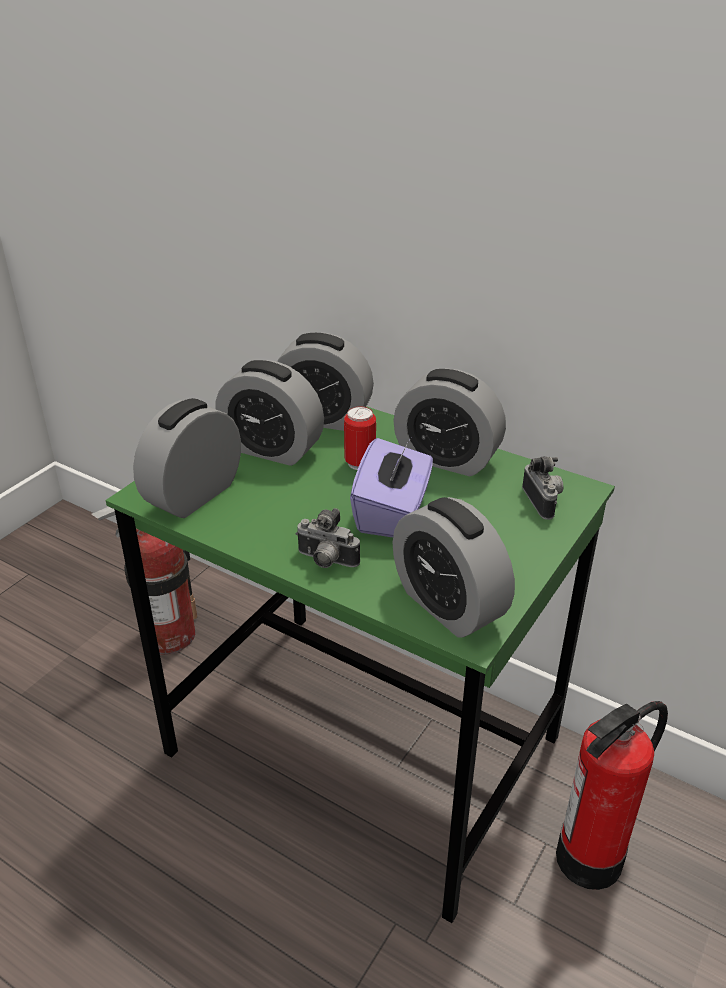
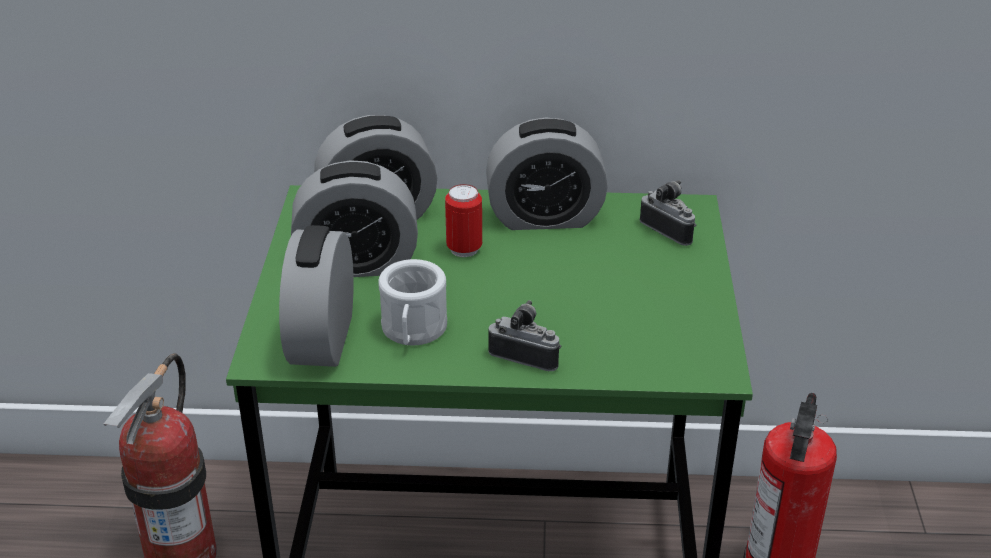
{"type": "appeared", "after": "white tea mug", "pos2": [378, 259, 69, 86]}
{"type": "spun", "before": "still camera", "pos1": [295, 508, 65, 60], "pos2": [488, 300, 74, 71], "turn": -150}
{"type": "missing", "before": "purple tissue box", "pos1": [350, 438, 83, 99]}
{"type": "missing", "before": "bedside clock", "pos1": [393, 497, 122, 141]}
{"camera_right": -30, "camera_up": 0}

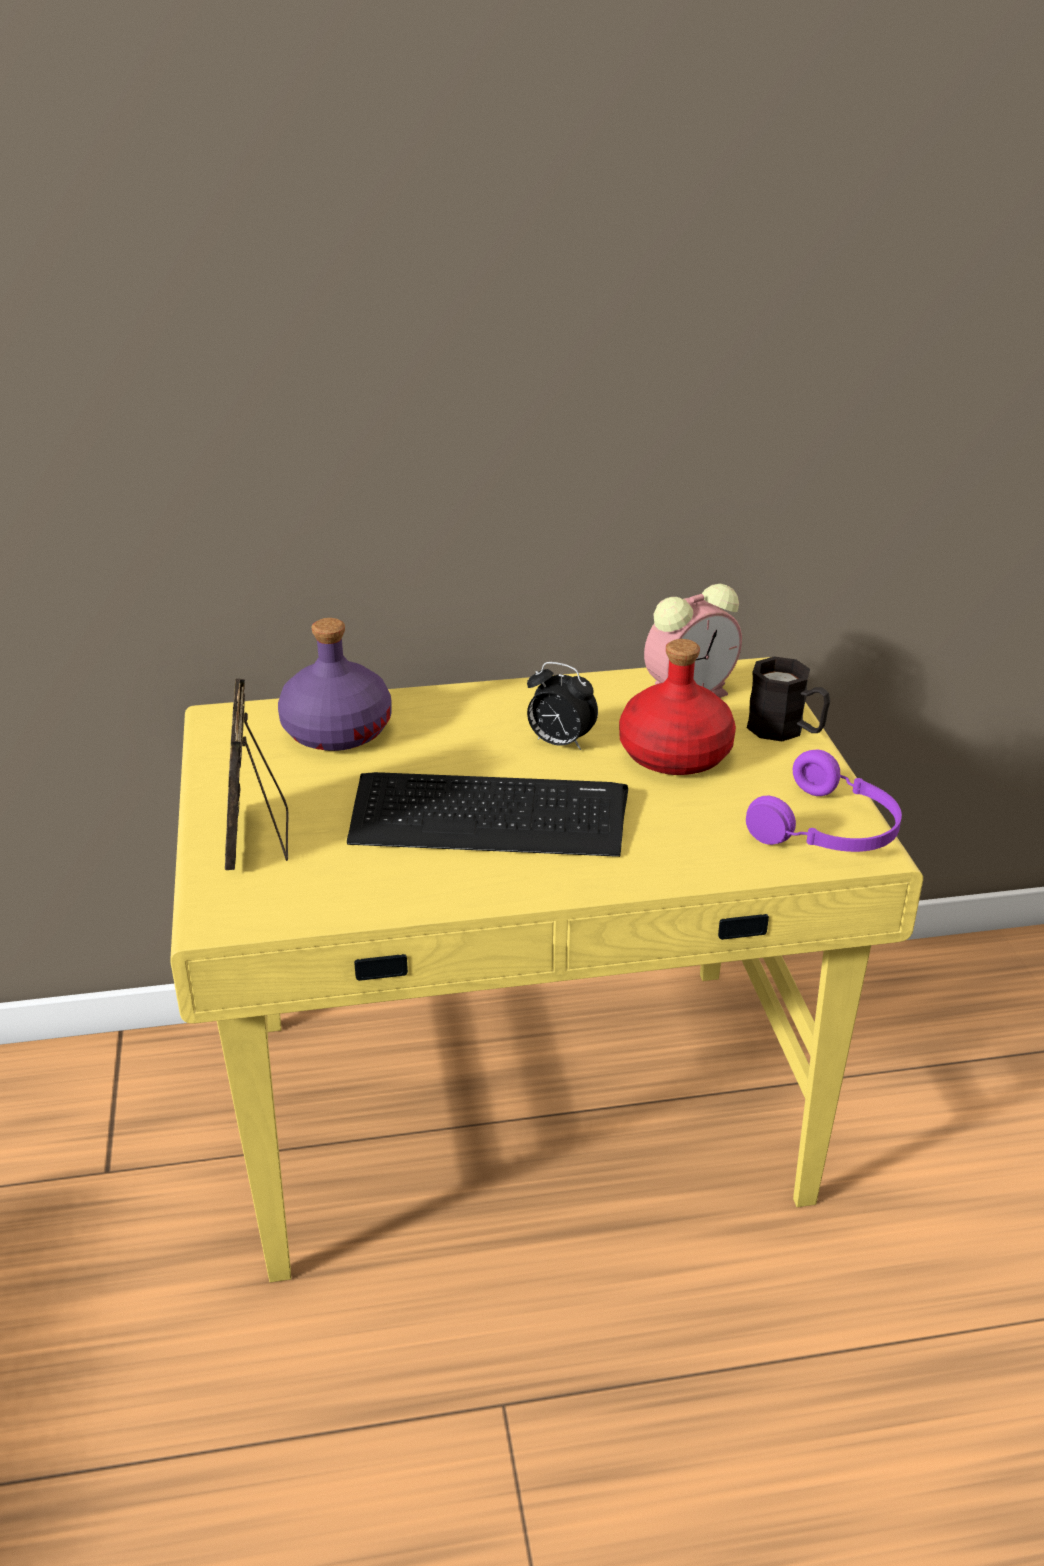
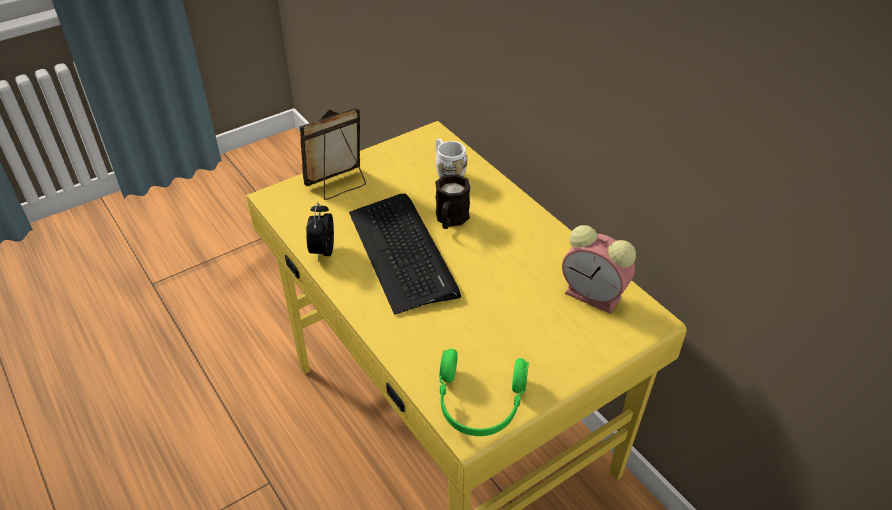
{"type": "relocated", "before": "bedside clock", "pos1": [527, 662, 71, 88], "pos2": [306, 202, 28, 60]}
{"type": "exchanged", "before": "purple drink bottle", "after": "white tea mug", "pos1": [278, 618, 114, 133], "pos2": [435, 139, 32, 39]}
{"type": "relocated", "before": "black-coloured tea mug", "pos1": [747, 657, 83, 84], "pos2": [435, 174, 35, 55]}
{"type": "colour", "before": "purple headphones", "after": "green headphones", "pos1": [746, 750, 156, 102], "pos2": [439, 349, 90, 87]}
{"type": "missing", "before": "red drink bottle", "pos1": [619, 639, 117, 136]}
{"camera_right": 65, "camera_up": 10}

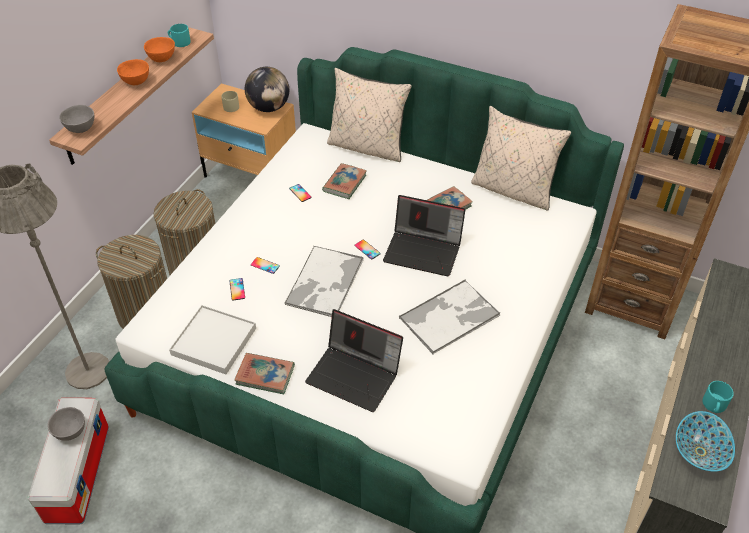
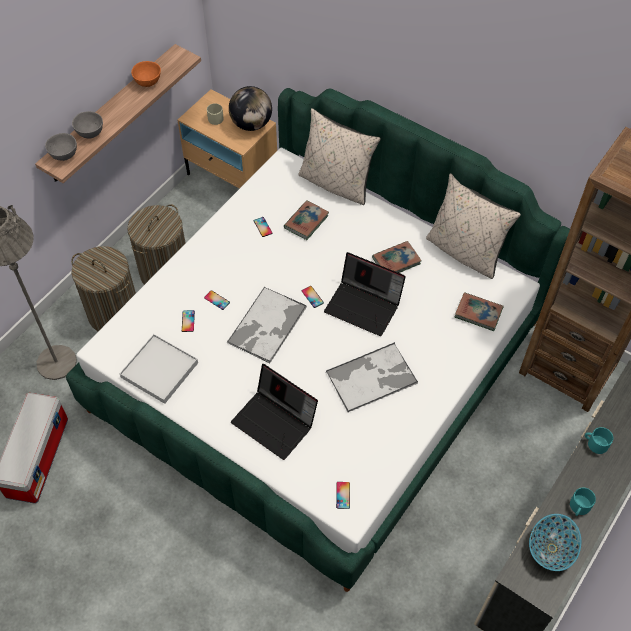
{"type": "relocated", "before": "grey deep dish", "pos1": [48, 407, 37, 34], "pos2": [72, 111, 31, 28]}
{"type": "appeared", "after": "handset", "pos2": [336, 482, 14, 27]}
{"type": "relocated", "before": "bound book", "pos1": [234, 353, 61, 41], "pos2": [455, 292, 49, 39]}
{"type": "relocated", "before": "blue-green tea mug", "pos1": [168, 24, 23, 23], "pos2": [585, 427, 28, 27]}
{"type": "missing", "before": "orange-coloured deep dish", "pos1": [117, 59, 32, 26]}
{"camera_right": 10, "camera_up": 10}

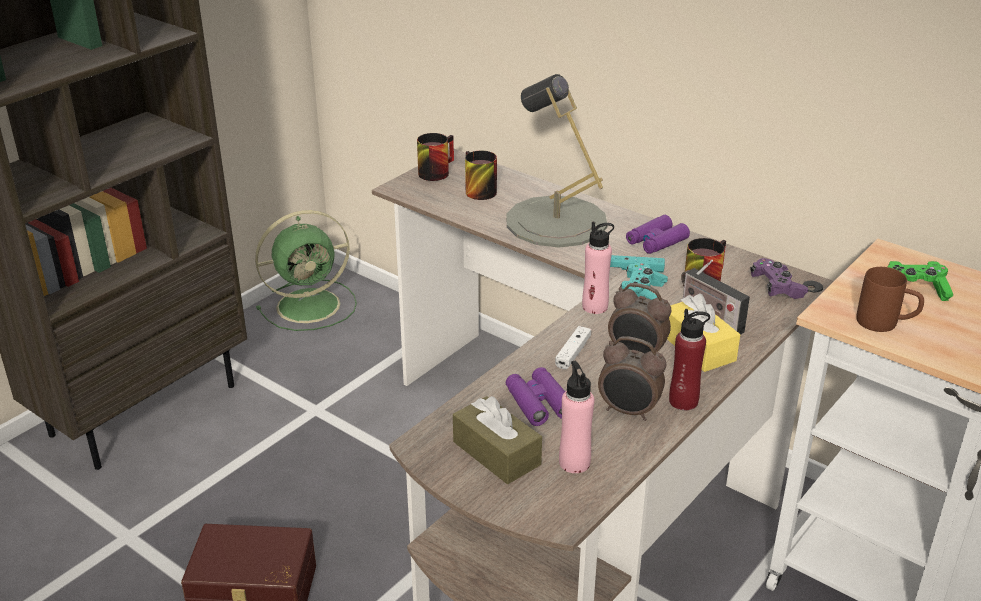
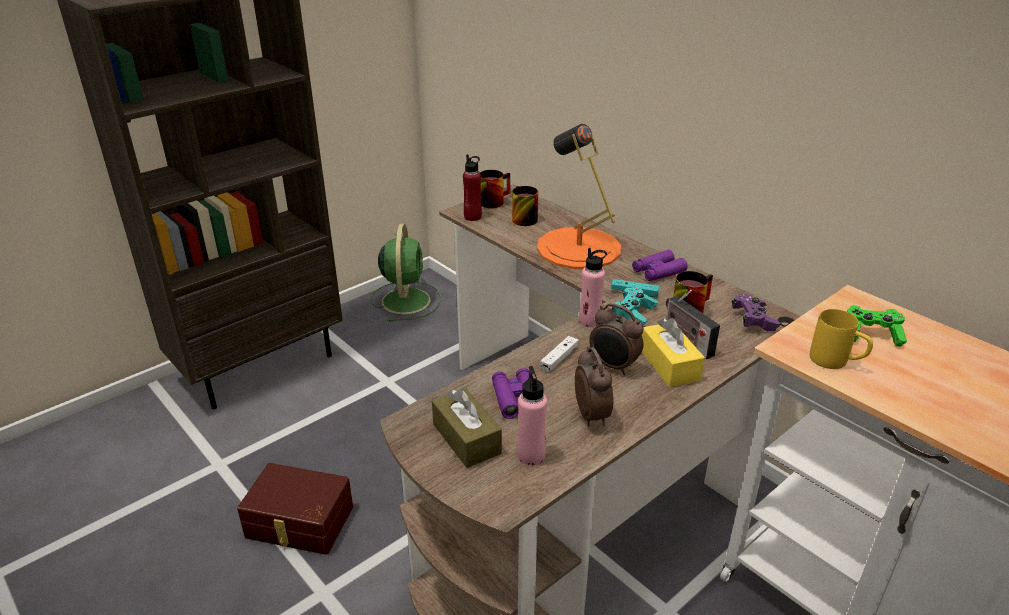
{"type": "spun", "before": "green electric fan", "pos1": [255, 210, 102, 121], "pos2": [371, 224, 70, 98], "turn": -75}
{"type": "relocated", "before": "red drink bottle", "pos1": [669, 309, 41, 101], "pos2": [463, 154, 19, 67]}
{"type": "colour", "before": "grey tabletop lamp", "after": "orange-coloured tabletop lamp", "pos1": [506, 74, 101, 174], "pos2": [537, 124, 84, 145]}
{"type": "spun", "before": "bedside clock", "pos1": [598, 336, 68, 85], "pos2": [575, 347, 38, 79], "turn": -135}
{"type": "colour", "before": "brown-coloured tea mug", "after": "yellowish tea mug", "pos1": [856, 267, 68, 65], "pos2": [809, 309, 64, 60]}
{"camera_right": 10, "camera_up": 0}

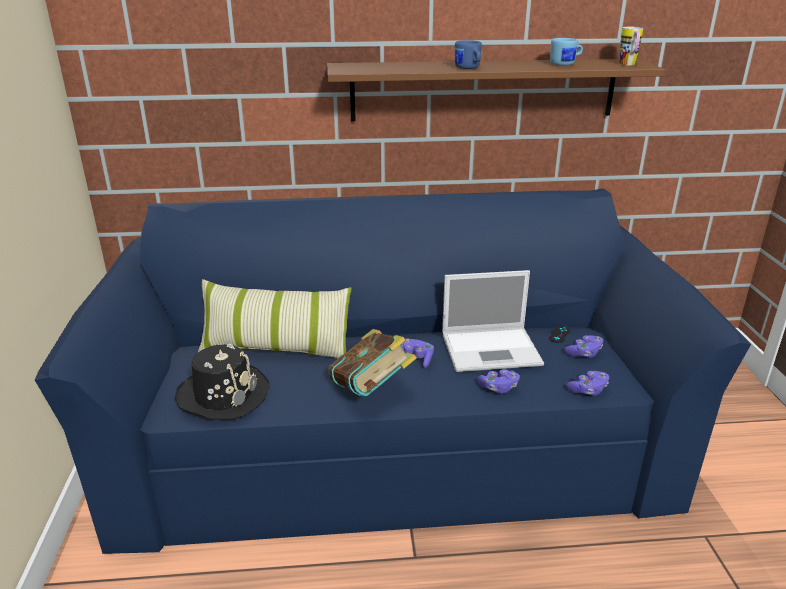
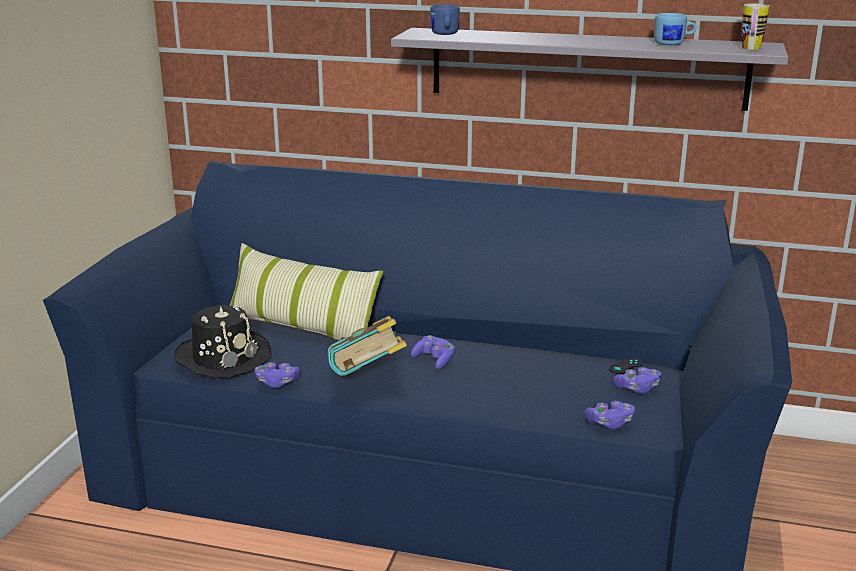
{"type": "relocated", "before": "purple joypad", "pos1": [478, 369, 42, 25], "pos2": [255, 362, 46, 26]}
{"type": "colour", "before": "brown-coloured shelf", "after": "grey shelf", "pos1": [327, 59, 338, 62], "pos2": [391, 28, 397, 83]}
{"type": "relocated", "before": "blue tea mug", "pos1": [455, 40, 27, 29], "pos2": [430, 4, 30, 31]}
{"type": "missing", "before": "portable computer", "pos1": [442, 270, 102, 102]}
{"camera_right": 20, "camera_up": -5}

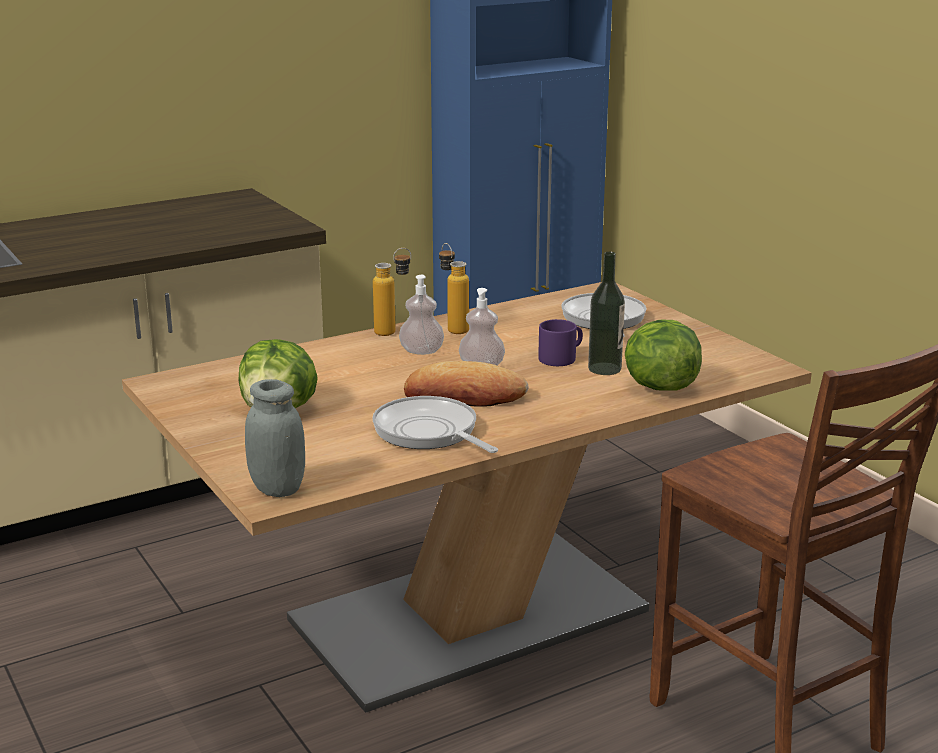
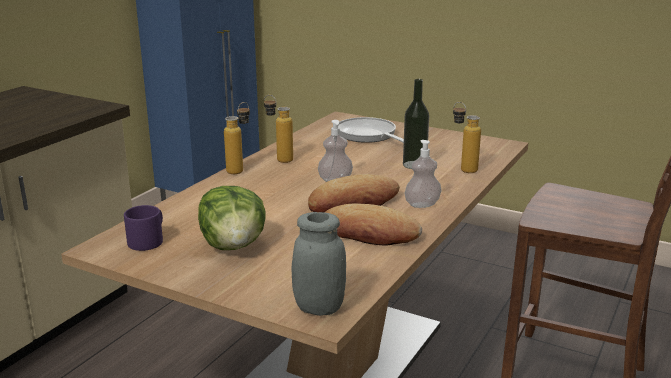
{"type": "relocated", "before": "purple tea mug", "pos1": [538, 319, 45, 47], "pos2": [124, 205, 39, 46]}
{"type": "exchanged", "before": "skillet", "after": "bakery bread", "pos1": [372, 396, 126, 57], "pos2": [325, 203, 97, 42]}
{"type": "relocated", "before": "liquid soap bottle", "pos1": [399, 275, 45, 80], "pos2": [404, 140, 37, 68]}
{"type": "exchanged", "before": "head of lettuce", "after": "drink bottle", "pos1": [625, 320, 77, 71], "pos2": [453, 102, 28, 71]}
{"camera_right": -30, "camera_up": 0}

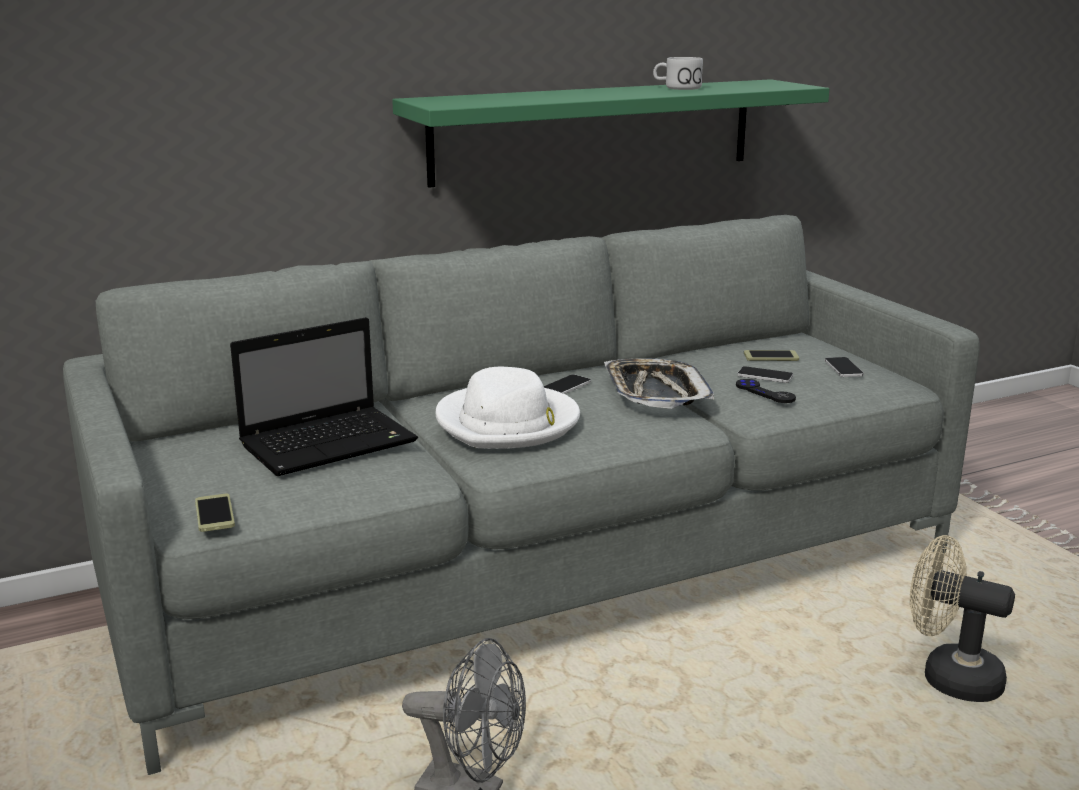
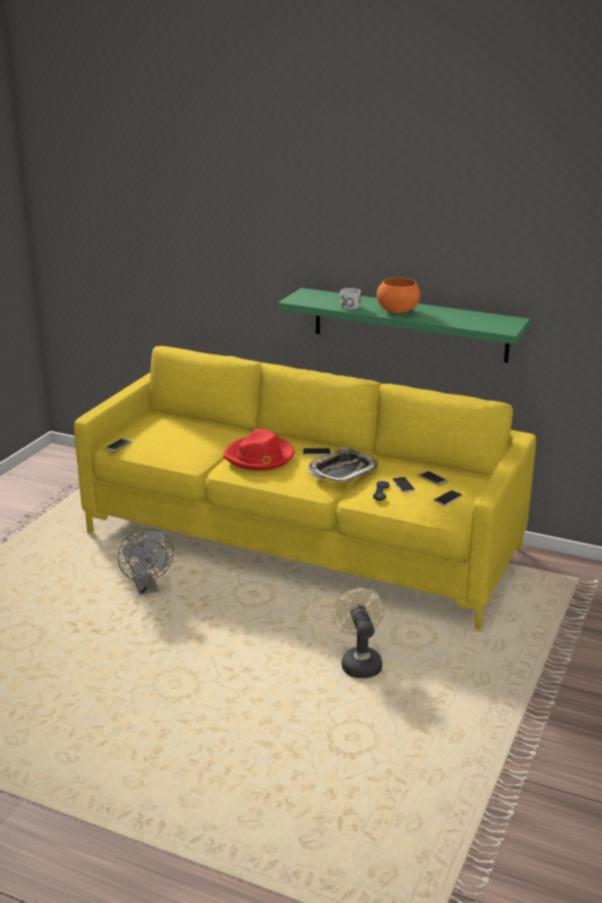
{"type": "colour", "before": "grey settee", "after": "yellowish settee", "pos1": [63, 215, 916, 560], "pos2": [74, 346, 462, 284]}
{"type": "colour", "before": "white clothing hat", "after": "red clothing hat", "pos1": [436, 367, 144, 82], "pos2": [223, 429, 72, 41]}
{"type": "relocated", "before": "white tea mug", "pos1": [653, 57, 50, 33], "pos2": [340, 288, 21, 21]}
{"type": "appeared", "after": "orange-coloured deep dish", "pos2": [377, 277, 43, 36]}
{"type": "missing", "before": "portable computer", "pos1": [230, 317, 188, 159]}
{"camera_right": 50, "camera_up": 5}

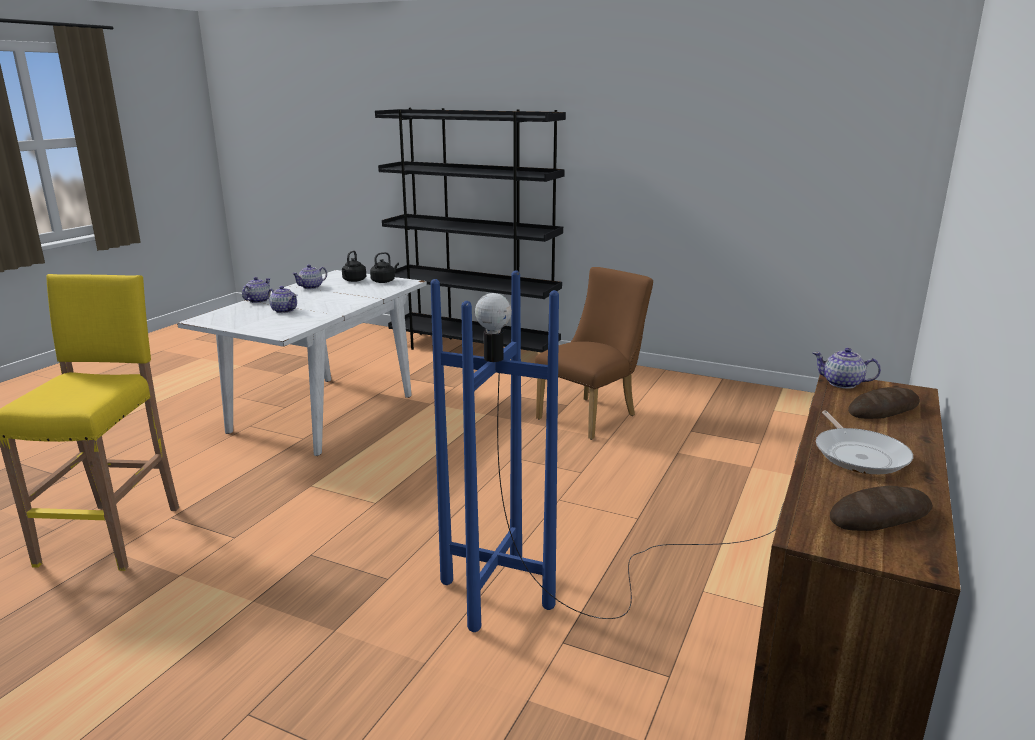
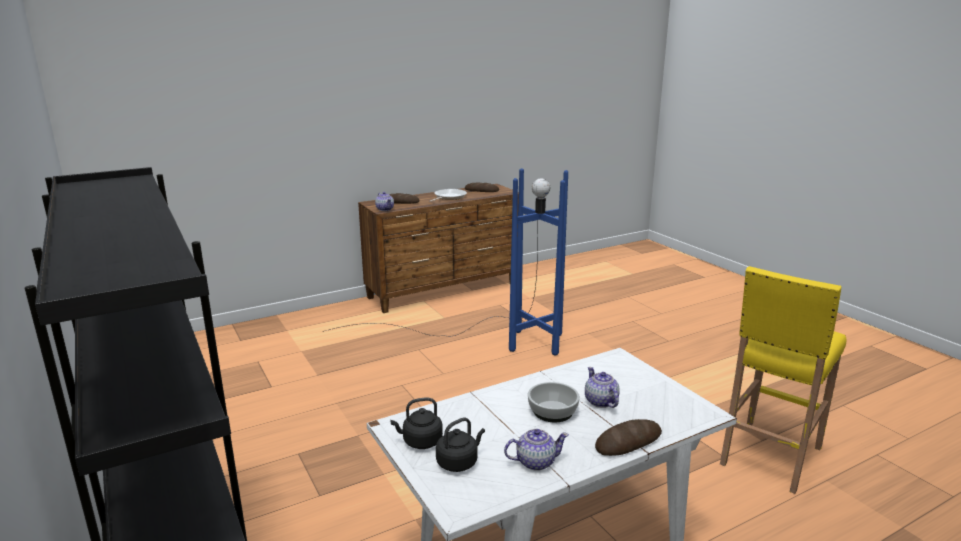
{"type": "appeared", "after": "deep dish", "pos2": [528, 382, 52, 40]}
{"type": "exchanged", "before": "teapot", "after": "bakery bread", "pos1": [242, 277, 28, 26], "pos2": [595, 419, 67, 37]}
{"type": "missing", "before": "brown-coloured plain chair", "pos1": [535, 267, 118, 173]}
{"camera_right": -145, "camera_up": 0}

